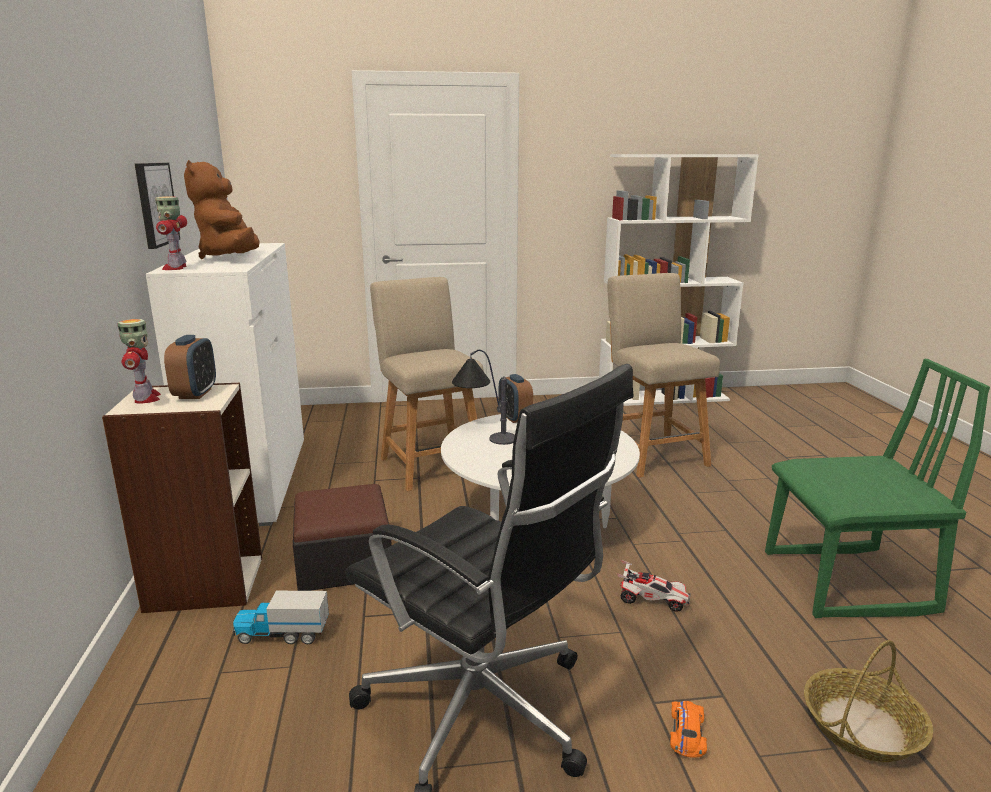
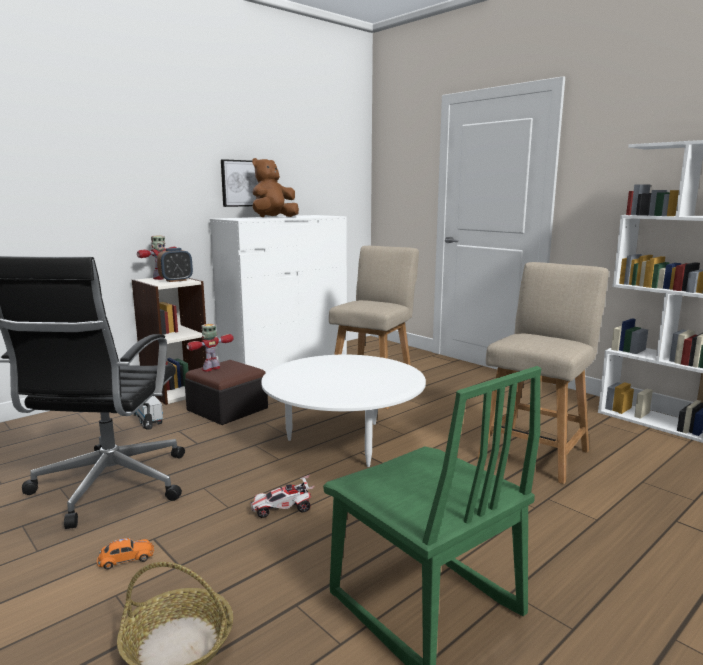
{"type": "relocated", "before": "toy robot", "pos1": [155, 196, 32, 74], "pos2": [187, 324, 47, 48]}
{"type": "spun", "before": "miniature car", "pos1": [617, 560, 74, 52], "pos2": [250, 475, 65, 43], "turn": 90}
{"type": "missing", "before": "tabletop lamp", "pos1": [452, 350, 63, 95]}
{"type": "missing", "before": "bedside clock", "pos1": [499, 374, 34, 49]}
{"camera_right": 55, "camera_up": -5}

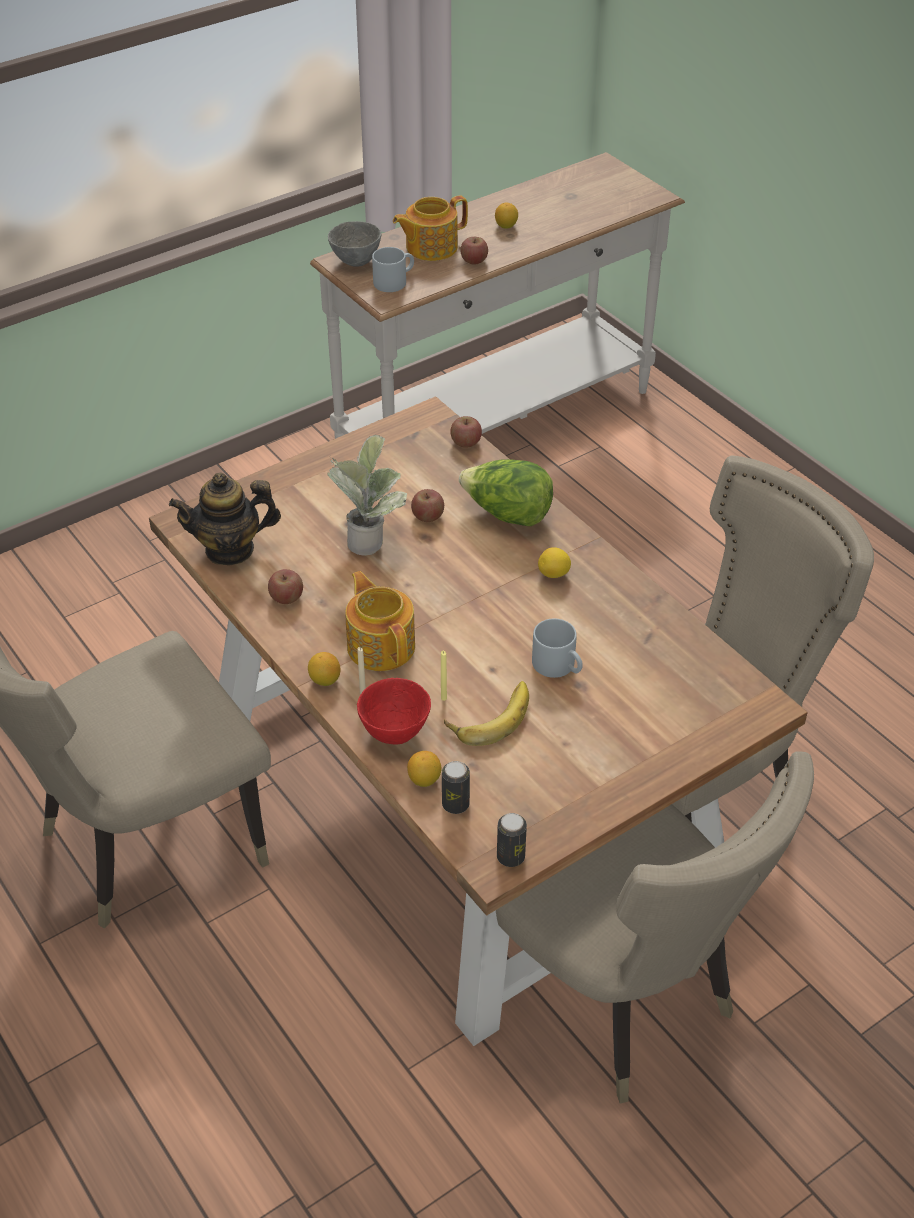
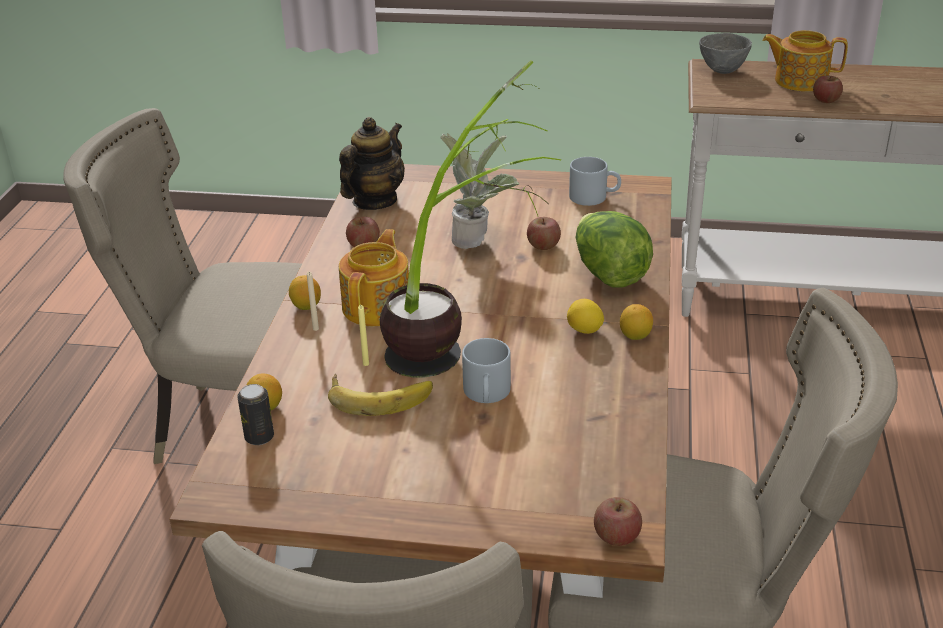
{"type": "spun", "before": "teapot", "pos1": [169, 473, 112, 93], "pos2": [339, 117, 66, 93], "turn": 90}
{"type": "appeared", "after": "plant in a pot", "pos2": [380, 60, 181, 318]}
{"type": "relocated", "before": "grey tea mug", "pos1": [372, 247, 42, 45], "pos2": [569, 157, 52, 49]}
{"type": "relocated", "before": "apple fruit", "pos1": [450, 416, 32, 32], "pos2": [594, 497, 48, 49]}
{"type": "relocated", "before": "citrus fruit", "pos1": [495, 203, 23, 26], "pos2": [620, 304, 33, 36]}
{"type": "missing", "before": "red deep dish", "pos1": [357, 678, 74, 67]}
{"type": "missing", "before": "can", "pos1": [497, 813, 30, 54]}
{"camera_right": 45, "camera_up": -10}

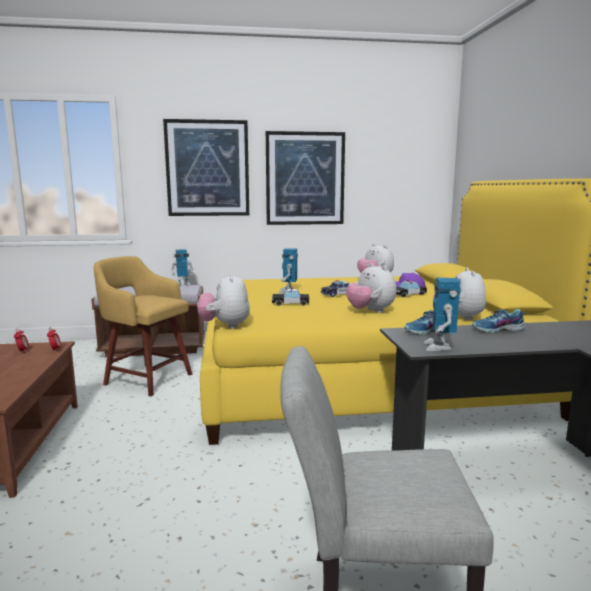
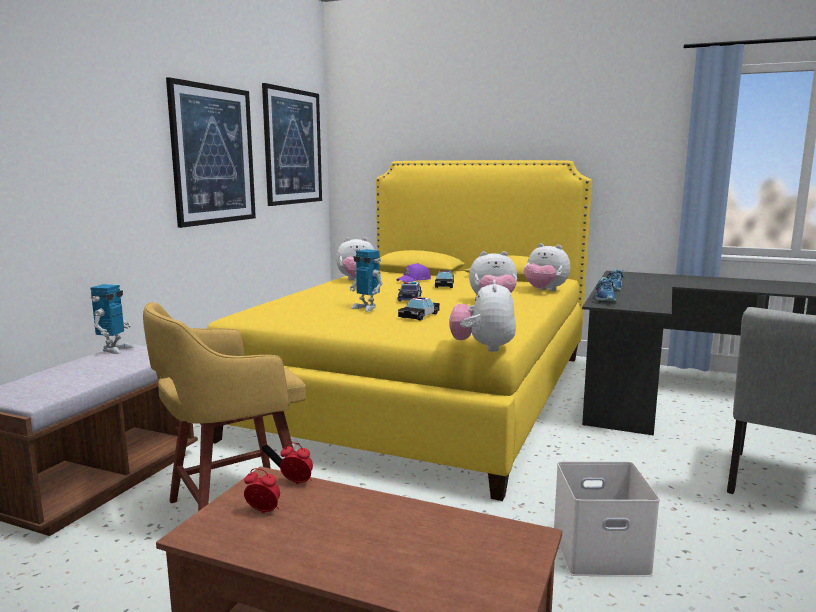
{"type": "relocated", "before": "picture", "pos1": [163, 119, 86, 97], "pos2": [262, 83, 60, 123]}
{"type": "spun", "before": "cuddly toy", "pos1": [197, 273, 53, 56], "pos2": [449, 280, 67, 72], "turn": 75}
{"type": "appeared", "after": "white storage container", "pos2": [554, 461, 106, 115]}
{"type": "missing", "before": "toy robot", "pos1": [423, 278, 38, 73]}
{"camera_right": -60, "camera_up": 0}

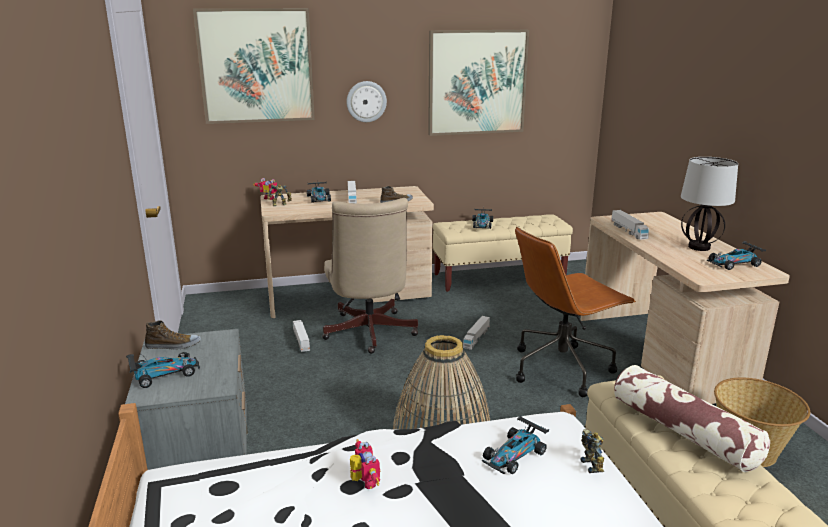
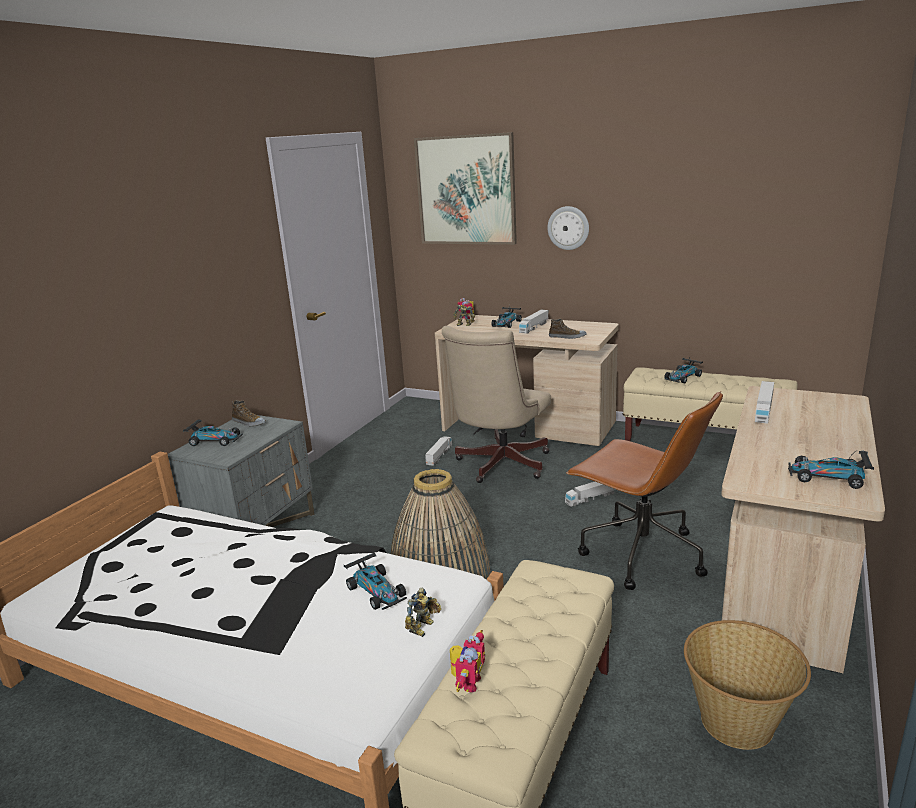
{"type": "spun", "before": "miniature car", "pos1": [482, 416, 67, 58], "pos2": [344, 552, 63, 58], "turn": -120}
{"type": "relocated", "before": "toy robot", "pos1": [350, 439, 30, 50], "pos2": [450, 630, 35, 63]}
{"type": "spun", "before": "brown-coloured office chair", "pos1": [515, 227, 121, 170], "pos2": [566, 391, 157, 199], "turn": -150}
{"type": "missing", "before": "picture", "pos1": [428, 30, 101, 106]}
{"type": "missing", "before": "pillow", "pos1": [614, 365, 156, 107]}
{"type": "missing", "before": "tabletop lamp", "pos1": [681, 157, 57, 94]}
{"camera_right": 40, "camera_up": 0}

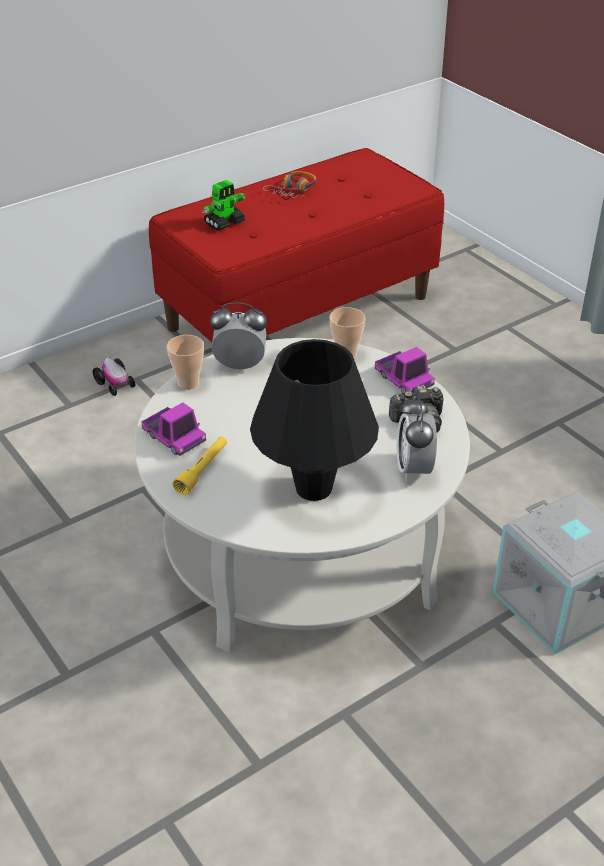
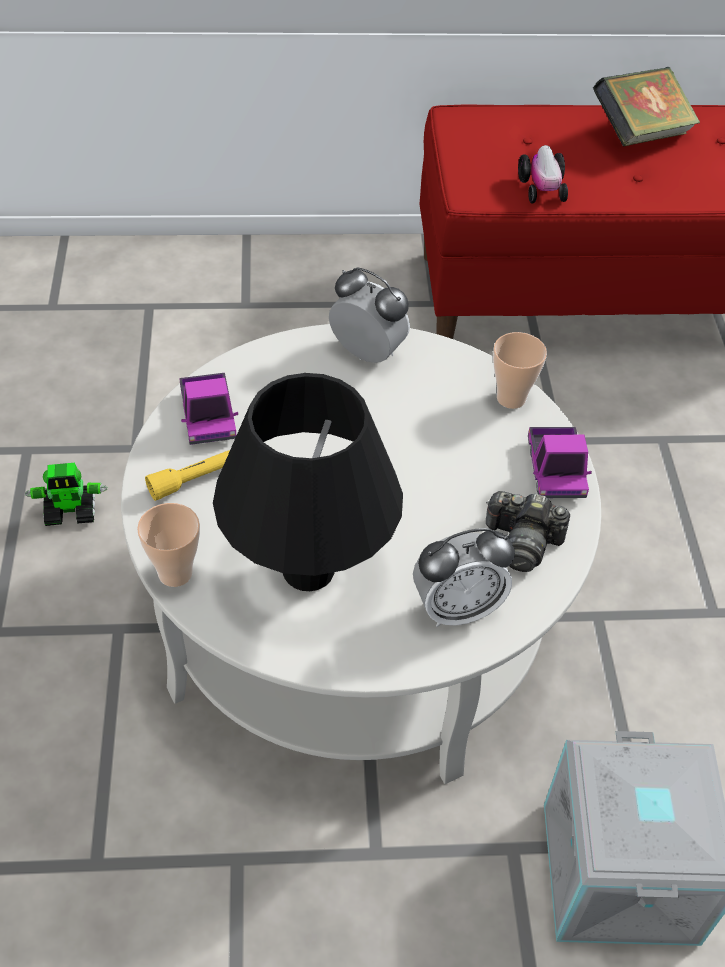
{"type": "relocated", "before": "toy robot", "pos1": [202, 180, 44, 50], "pos2": [25, 463, 83, 63]}
{"type": "relocated", "before": "small cup", "pos1": [167, 335, 37, 55], "pos2": [137, 503, 63, 84]}
{"type": "spun", "before": "bedside clock", "pos1": [397, 396, 40, 85], "pos2": [413, 528, 102, 99], "turn": -135}
{"type": "relocated", "before": "miniature car", "pos1": [93, 357, 42, 39], "pos2": [518, 145, 50, 58]}
{"type": "exchanged", "before": "headphones", "after": "bound book", "pos1": [263, 171, 54, 27], "pos2": [593, 67, 107, 79]}
{"camera_right": 30, "camera_up": 10}

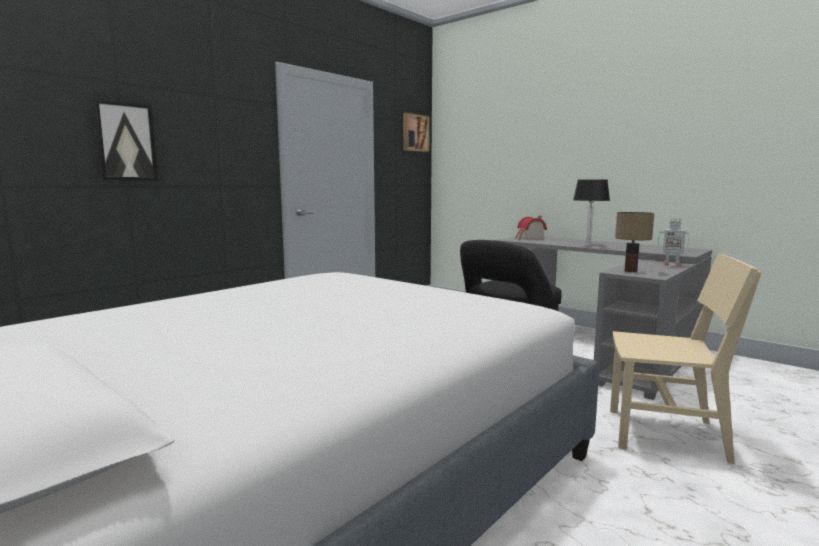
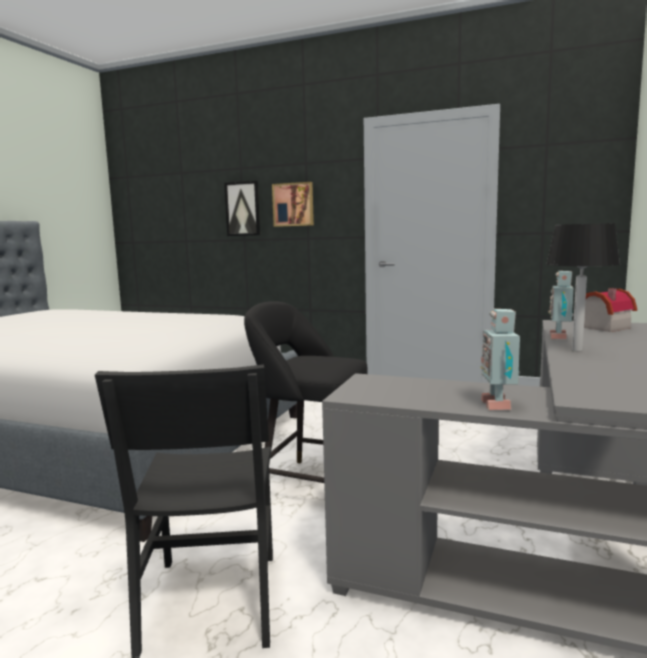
{"type": "colour", "before": "beige plain chair", "after": "black-coloured plain chair", "pos1": [610, 254, 152, 210], "pos2": [95, 364, 178, 294]}
{"type": "relocated", "before": "picture", "pos1": [403, 113, 27, 39], "pos2": [272, 182, 42, 45]}
{"type": "appeared", "after": "toy robot", "pos2": [548, 271, 26, 68]}
{"type": "missing", "before": "tabletop lamp", "pos1": [615, 212, 39, 60]}
{"camera_right": 70, "camera_up": 0}

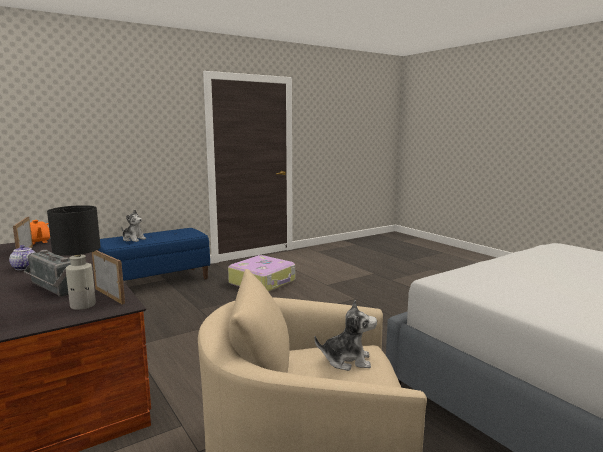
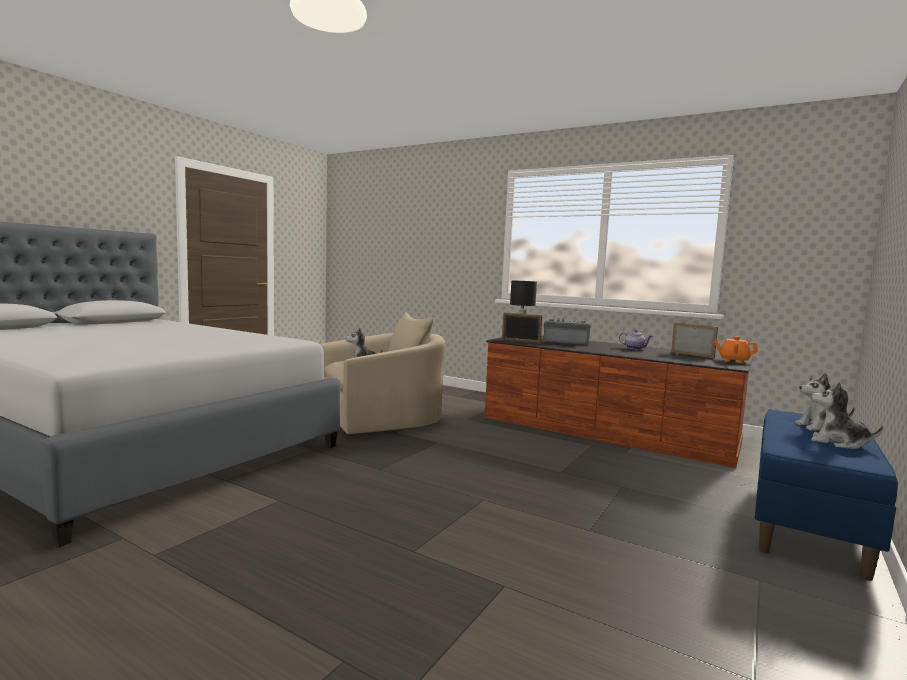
{"type": "appeared", "after": "cuddly toy", "pos2": [811, 382, 72, 67]}
{"type": "missing", "before": "piece of luggage", "pos1": [228, 255, 67, 37]}
{"camera_right": 155, "camera_up": -5}

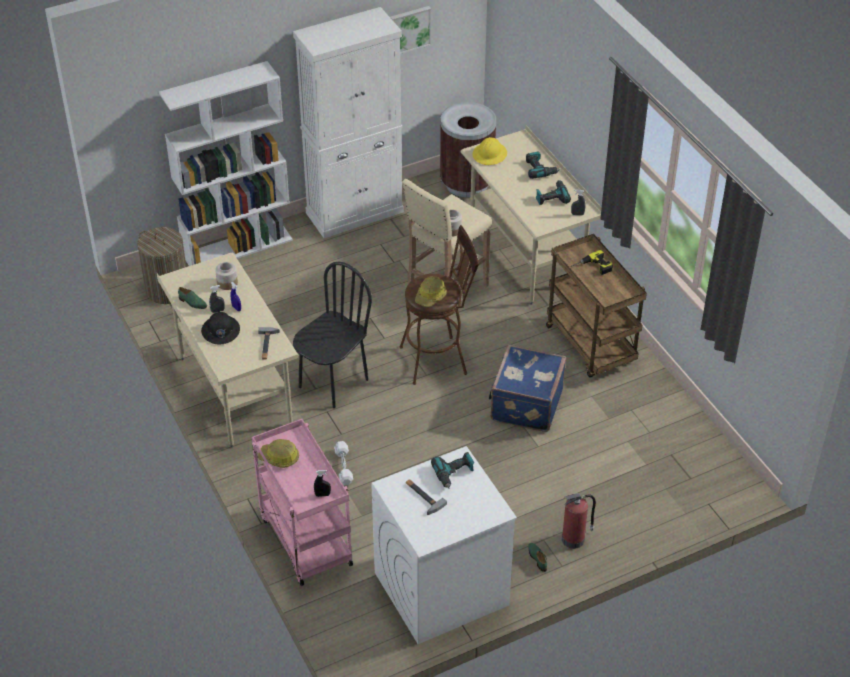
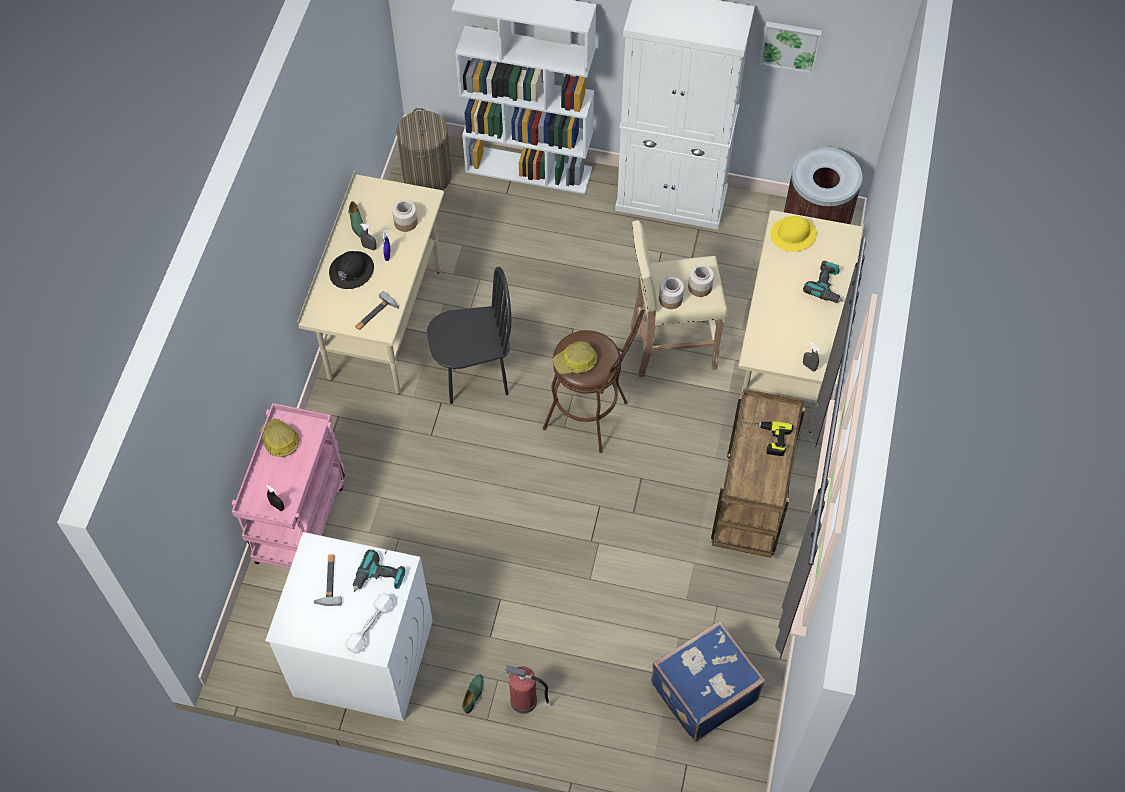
{"type": "relocated", "before": "white hand weight", "pos1": [334, 441, 19, 44], "pos2": [344, 593, 50, 60]}
{"type": "relocated", "before": "blue piece of luggage", "pos1": [489, 344, 77, 88], "pos2": [651, 620, 114, 122]}
{"type": "appeared", "after": "preserve jar", "pos2": [688, 265, 26, 32]}
{"type": "missing", "before": "electric drill", "pos1": [536, 180, 35, 25]}
{"camera_right": 40, "camera_up": 15}

